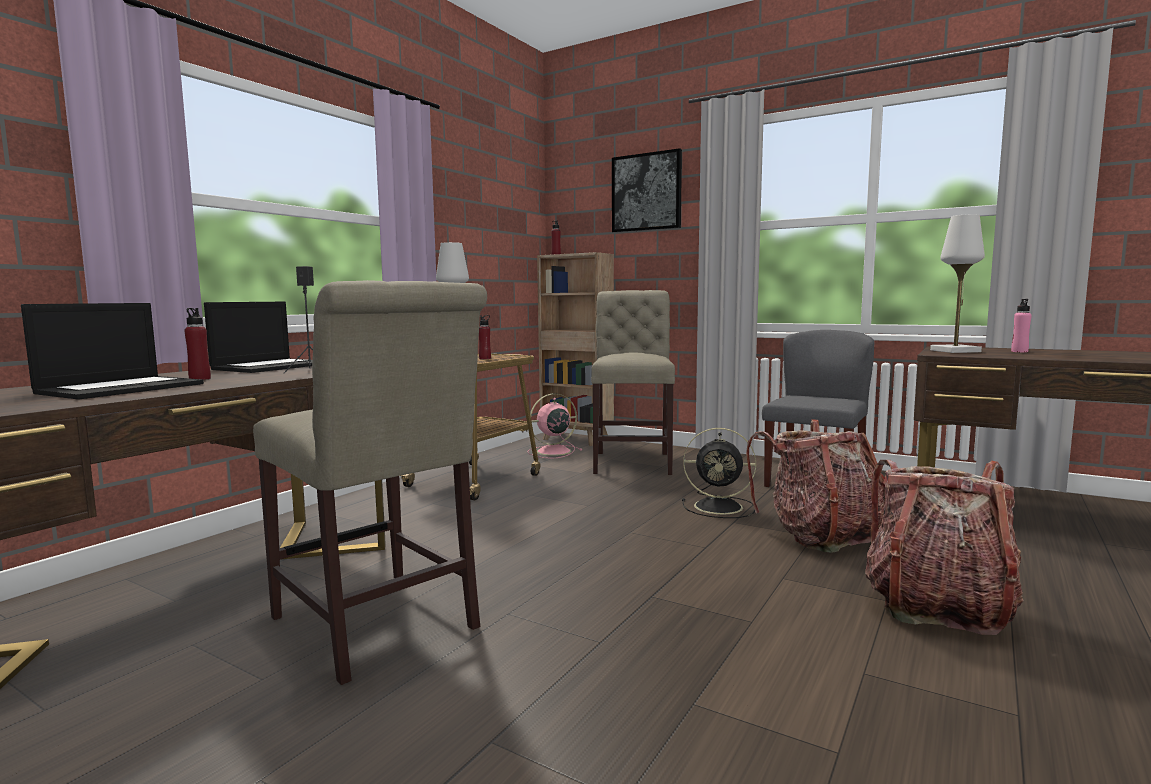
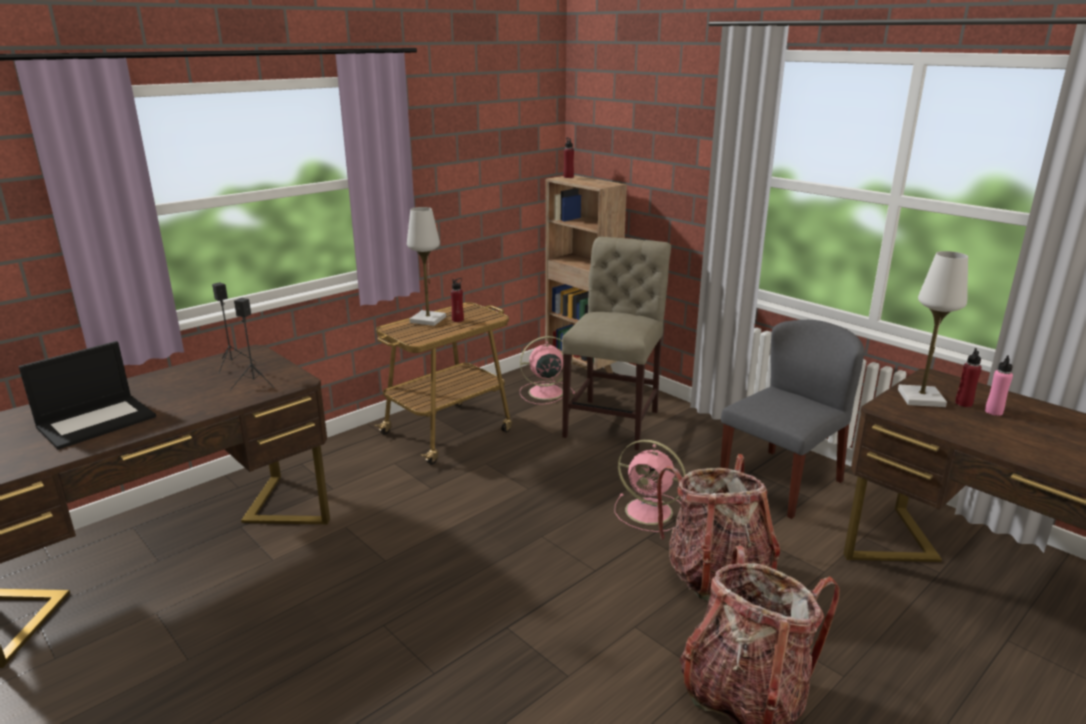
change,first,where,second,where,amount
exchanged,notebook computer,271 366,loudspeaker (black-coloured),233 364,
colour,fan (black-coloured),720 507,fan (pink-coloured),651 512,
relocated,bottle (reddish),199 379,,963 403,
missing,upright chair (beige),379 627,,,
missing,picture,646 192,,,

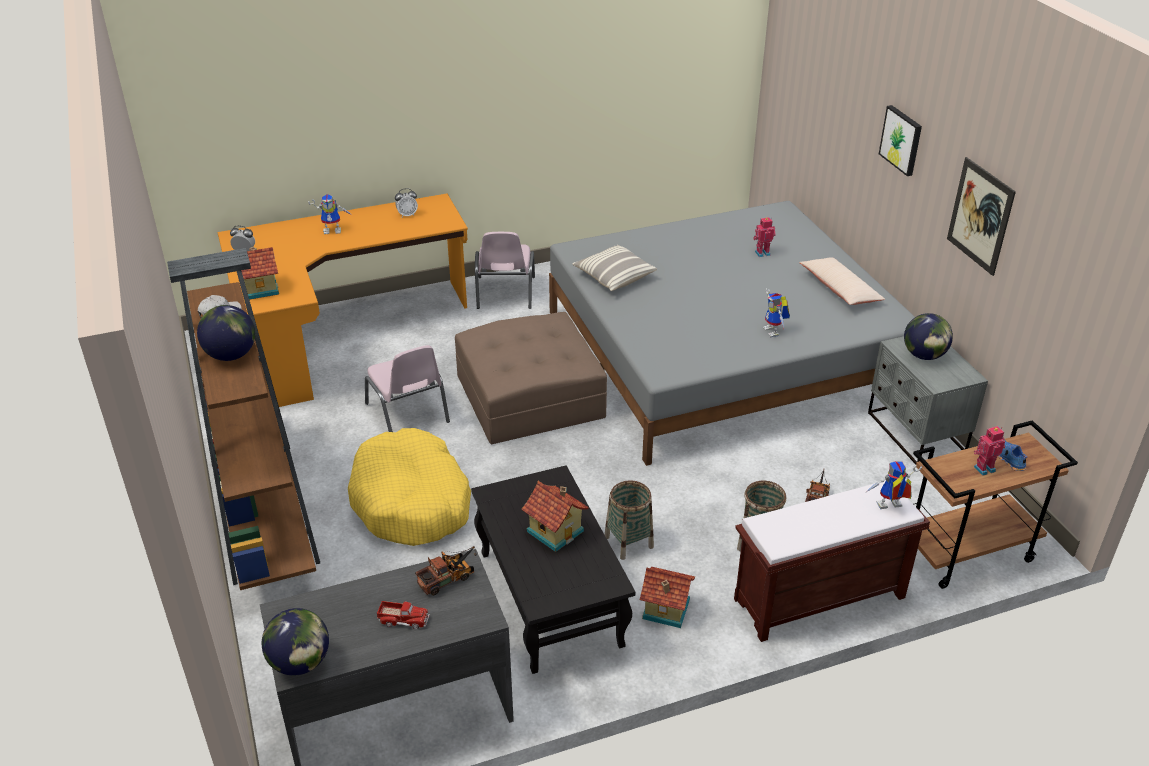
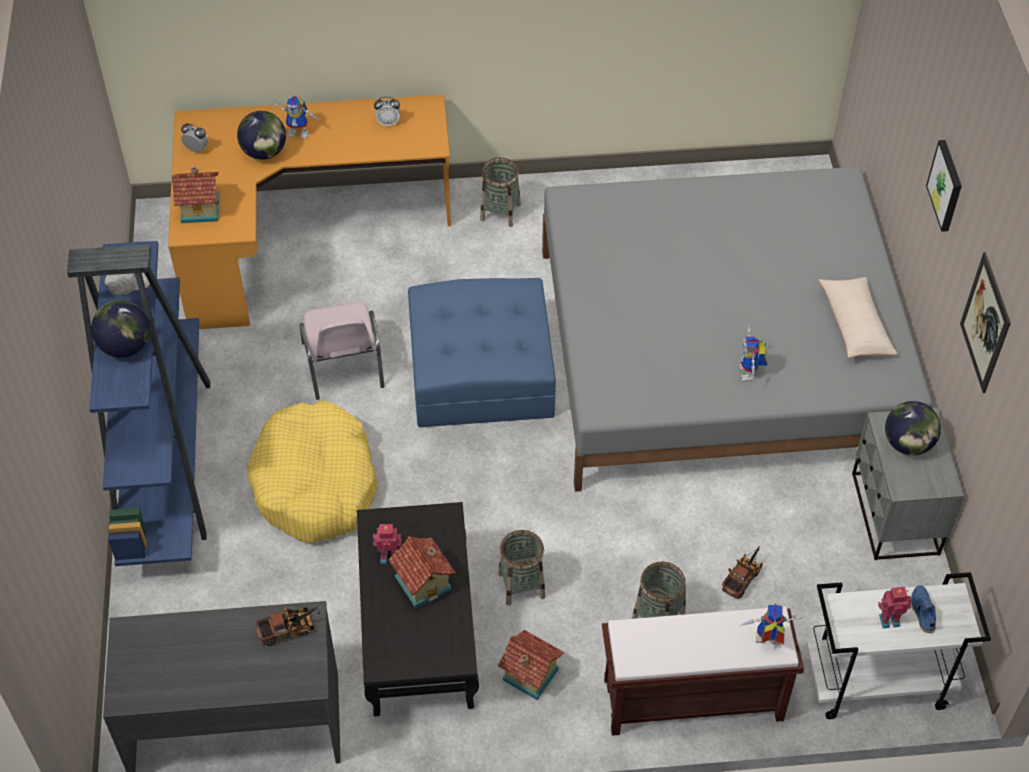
change,first,where,second,where,amount
colour,bookshelf (brown),262 508,bookshelf (blue),165 458,
relocated,globe,300 662,,264 152,
relocated,toy robot,762 253,,389 556,
colour,footrest (brown),530 397,footrest (blue),481 371,
exchanged,upright chair (pink-coloured),505 293,storage basket,500 212,
colour,trolley (brown),966 553,trolley (white),876 683,
missing,toy lorry,403 619,,,
missing,throw pillow,614 277,,,

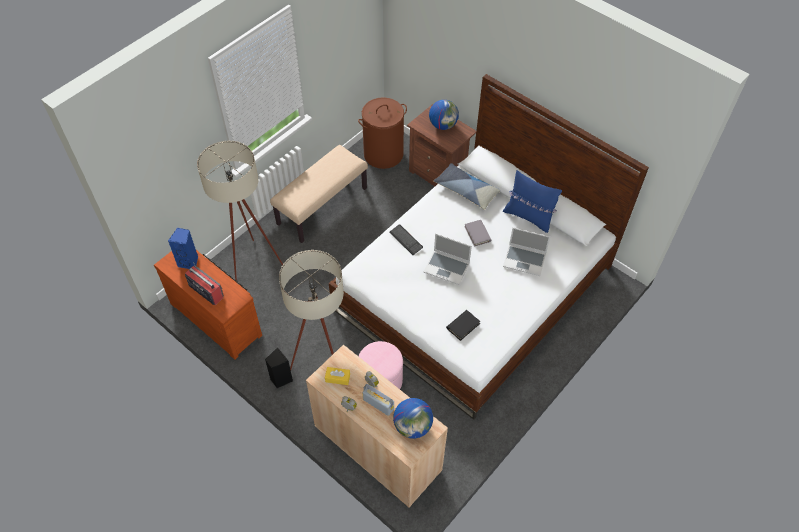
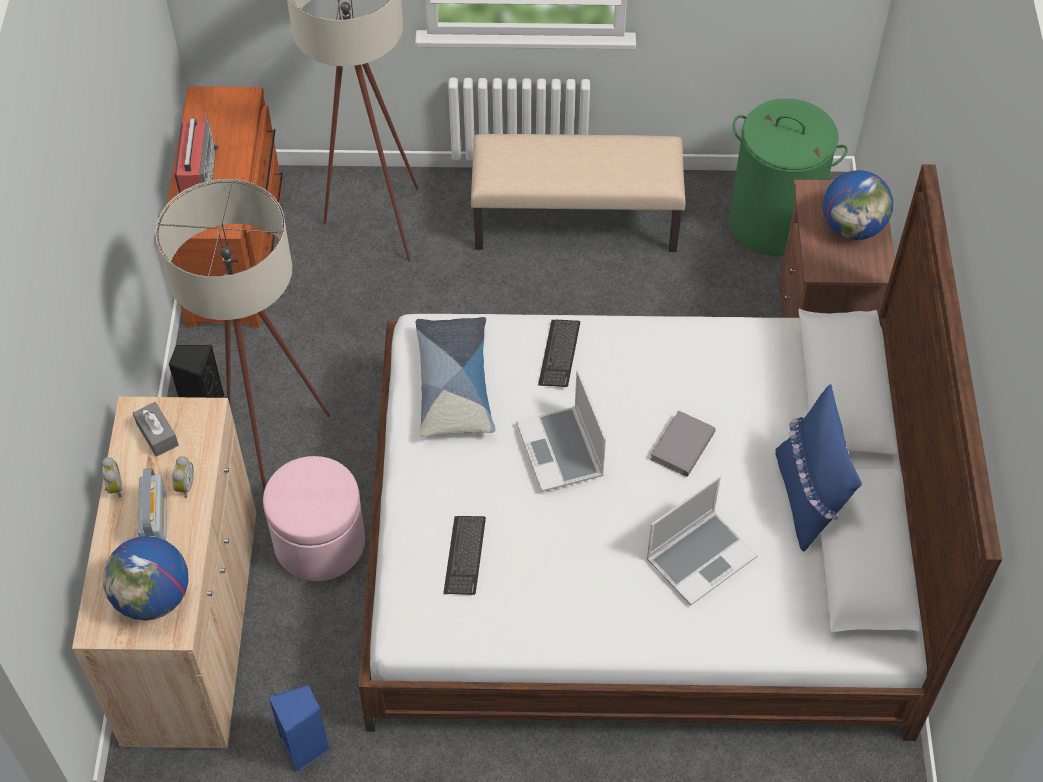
change,first,where,second,where,amount
colour,tissue box (yellow-coloured),337 378,tissue box (greyish),157 434,
relocated,loudspeaker (blue),189 262,,306 747,
relocated,throw pillow,466 190,,455 384,
exchanged,bound book (black-coloured),463 326,computer keyboard,464 556,
spun,notebook computer,525 260,,701 557,105 degrees counterclockwise
colour,washing basket (brown),383 154,washing basket (green-coloured),773 223,

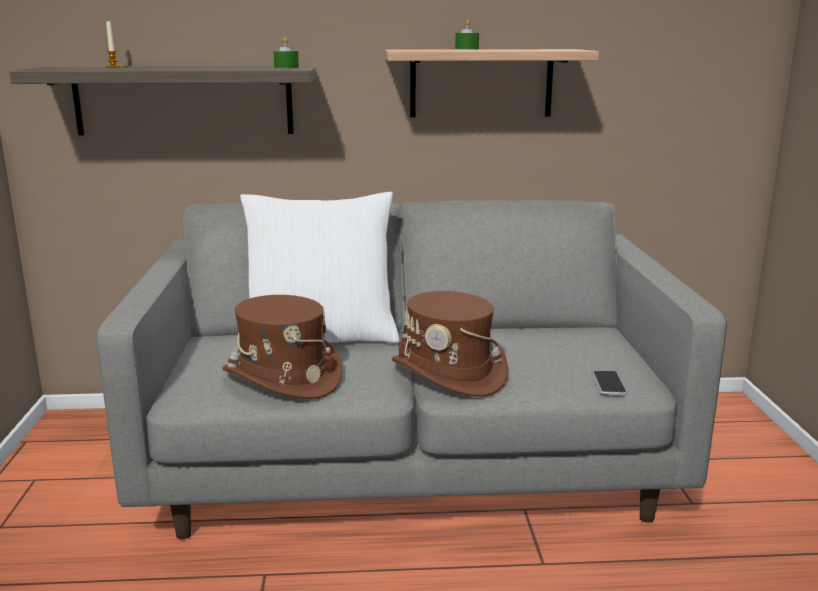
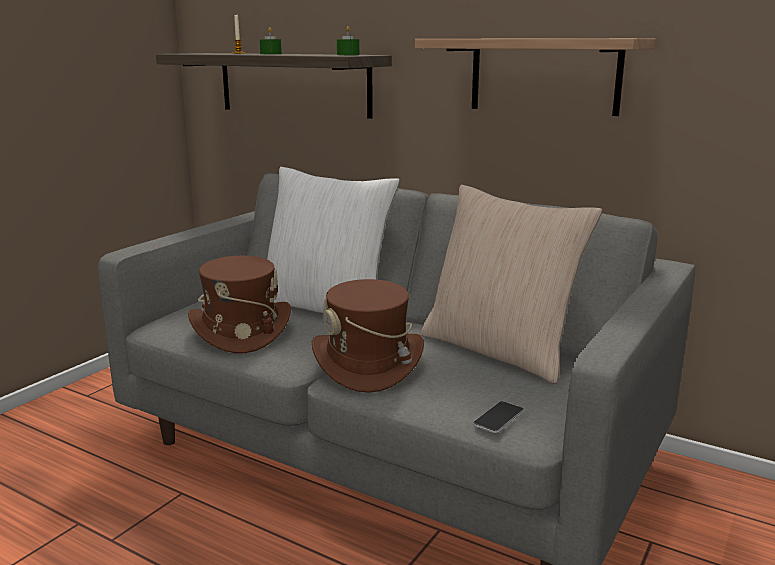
change,first,where,second,where,amount
relocated,wax light (green-coloured),466 49,,271 54,
appeared,,,throw pillow (beige),500 350,

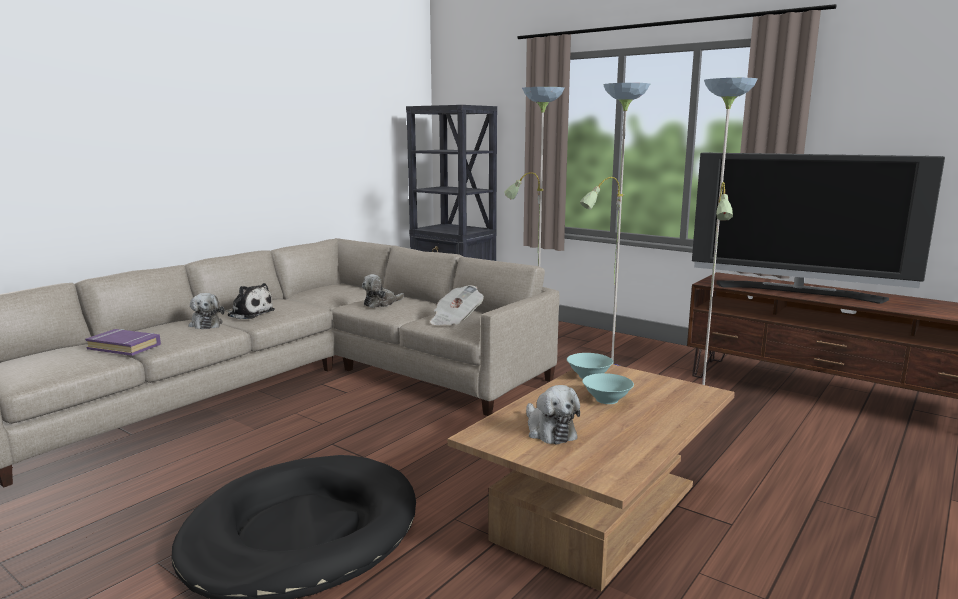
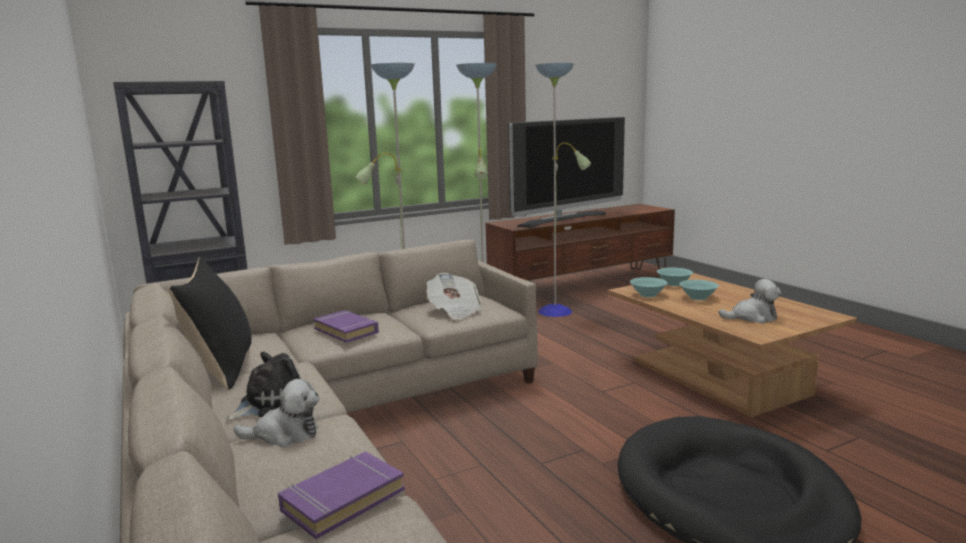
change,first,where,second,where,amount
appeared,,,throw pillow (black-coloured),222 367,
exchanged,soft toy,381 303,bound book (purplish),346 331,
appeared,,,serving bowl (blue-green),674 284,

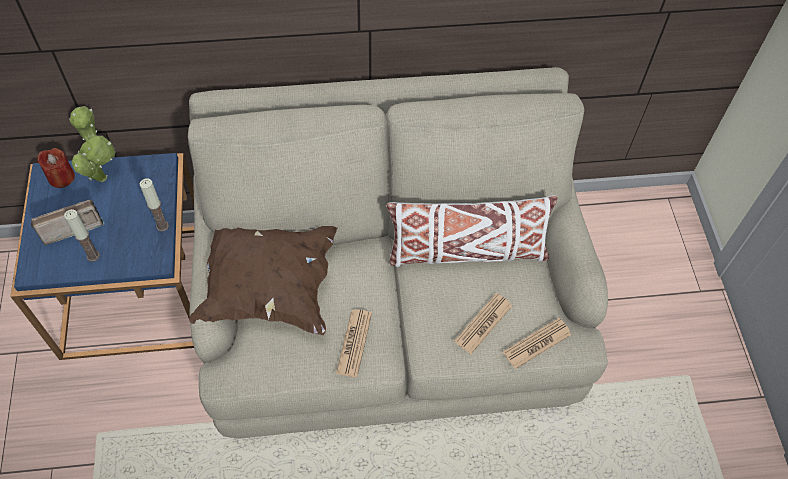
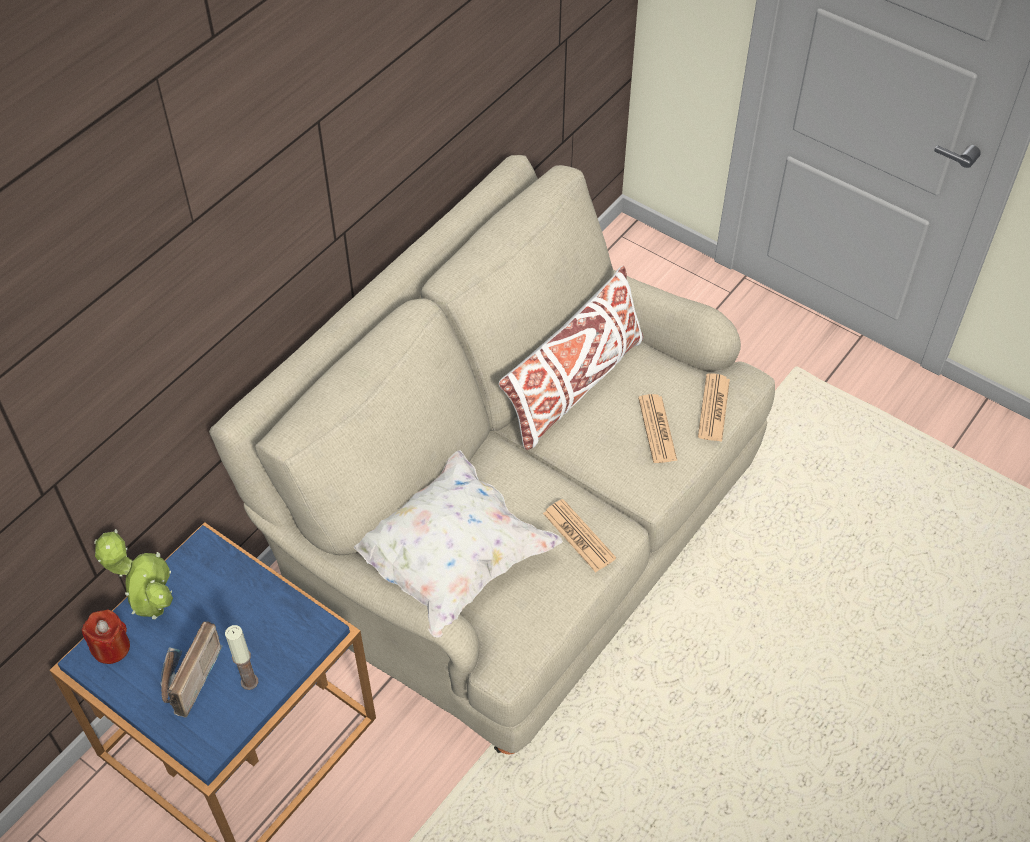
change,first,where,second,where,amount
colour,throw pillow (brown),269 288,throw pillow (white),449 560,
missing,wax light,162 226,,,

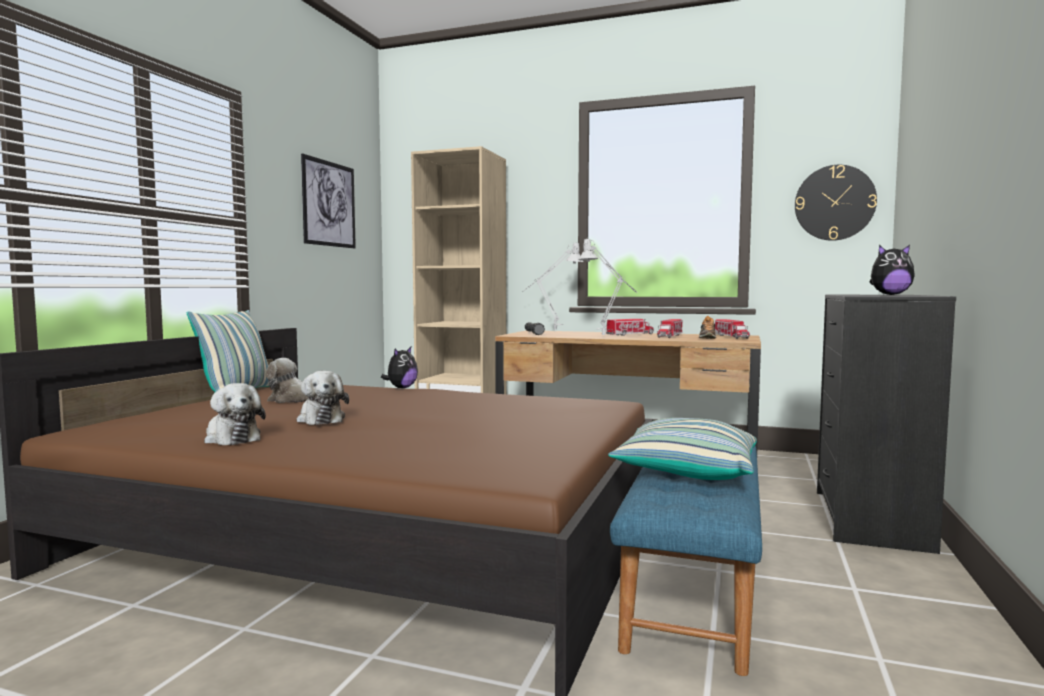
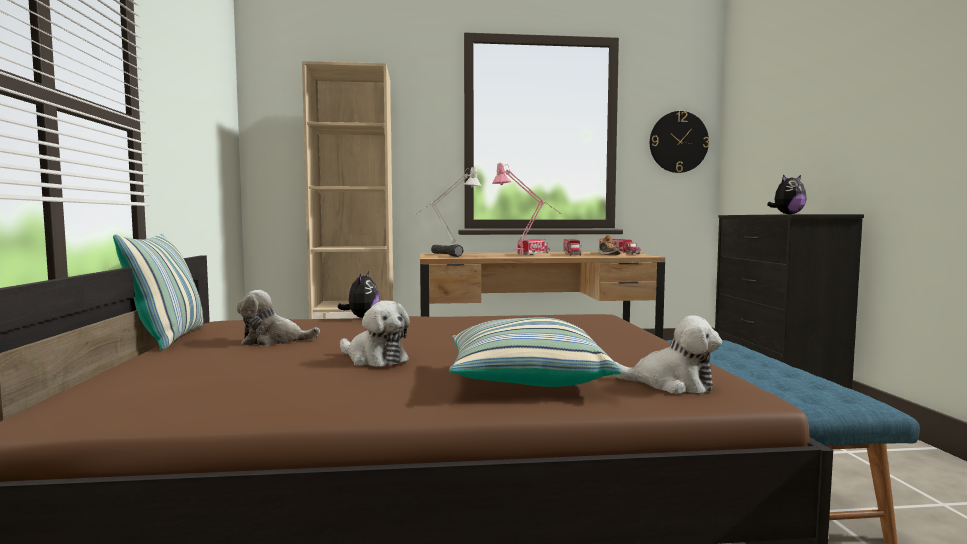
change,first,where,second,where,amount
relocated,throw pillow,686 472,,525 381,
colour,tabletop lamp (greyish),607 337,tabletop lamp (pink-coloured),526 256,
relocated,soft toy,231 438,,670 384,
missing,picture,329 204,,,

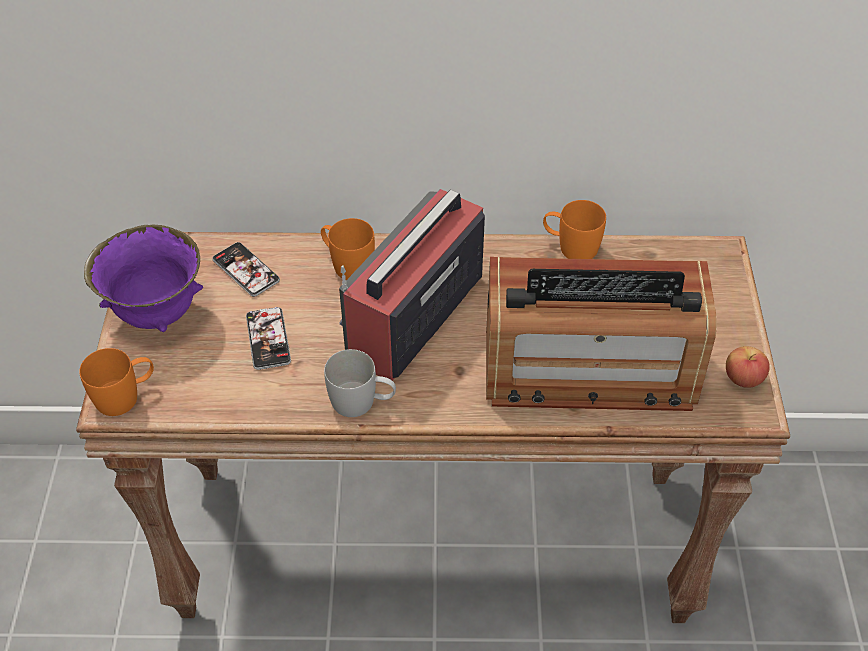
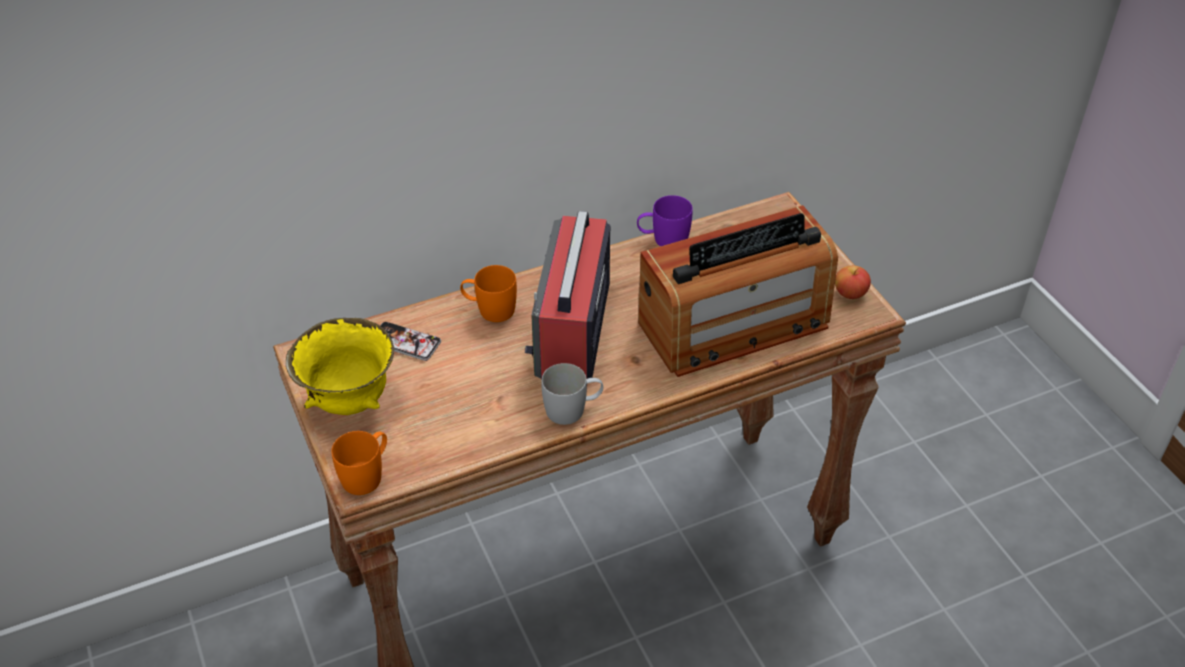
change,first,where,second,where,amount
colour,serving bowl (purplish),157 313,serving bowl (yellow-coloured),349 401,
colour,coffee mug (orange-coloured),570 246,coffee mug (purplish),663 239,
missing,phone,268 339,,,

